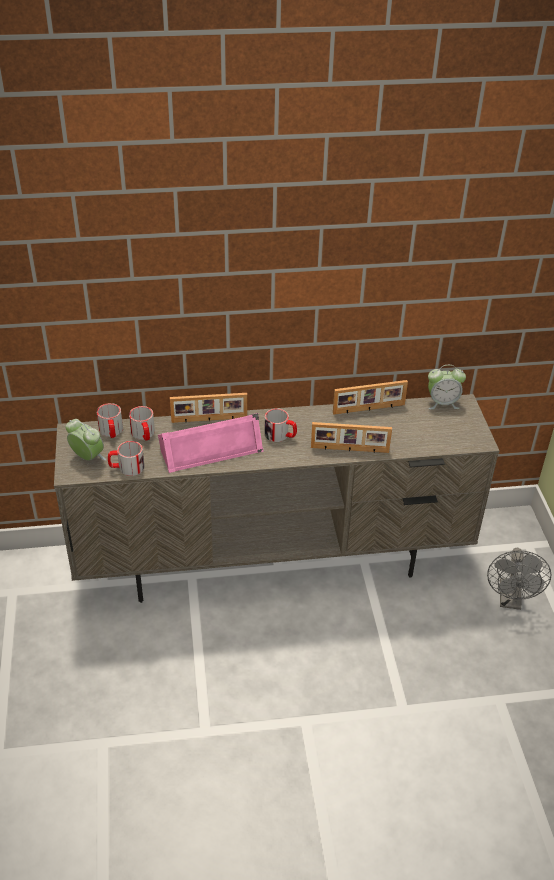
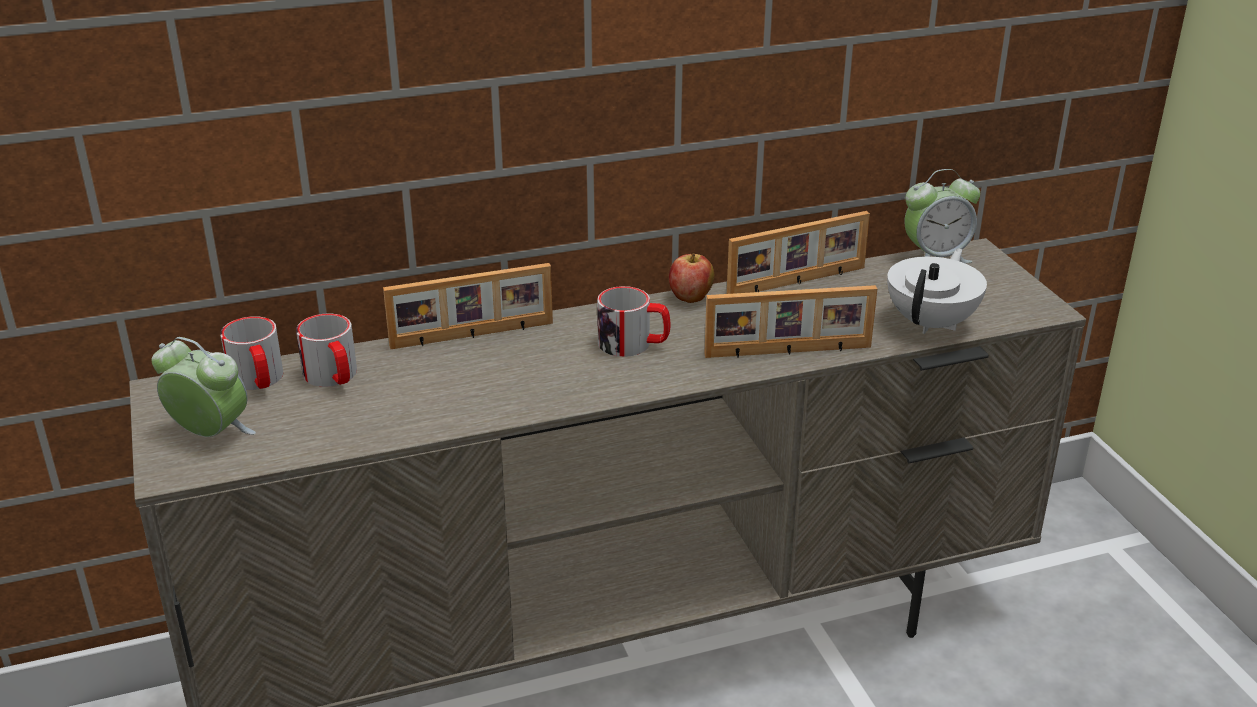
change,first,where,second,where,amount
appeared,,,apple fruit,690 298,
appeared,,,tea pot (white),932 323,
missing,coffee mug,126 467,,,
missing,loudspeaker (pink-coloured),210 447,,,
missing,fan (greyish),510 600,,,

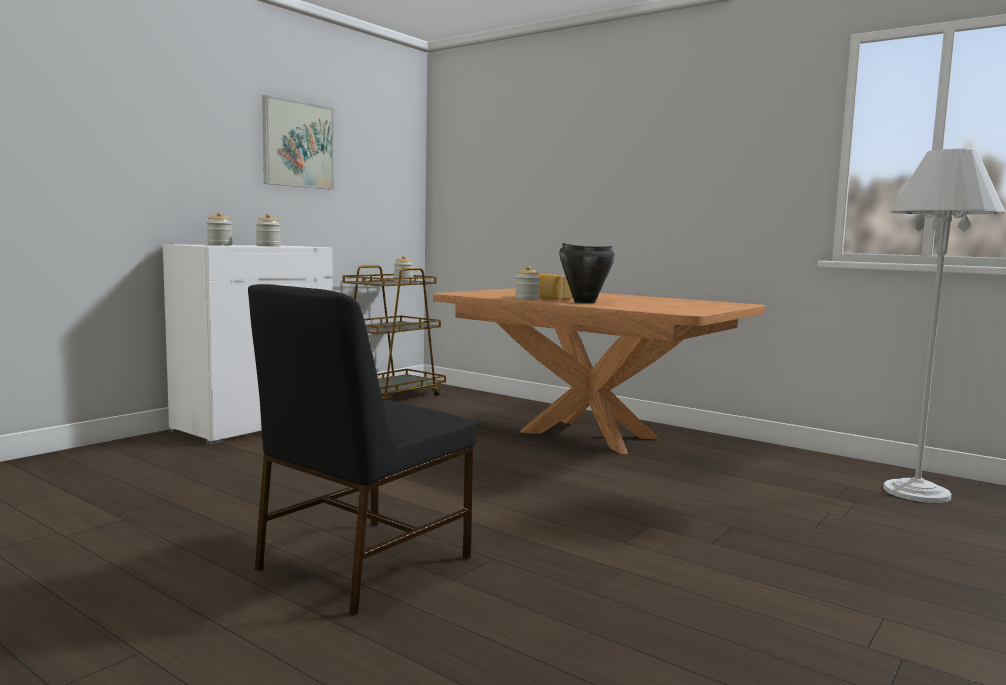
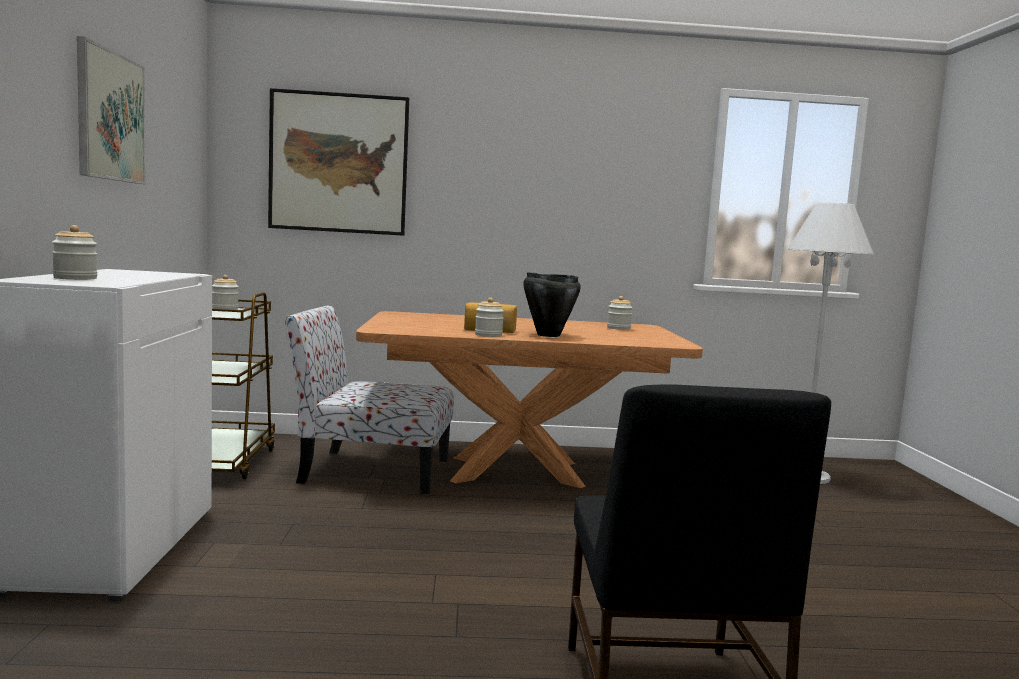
change,first,where,second,where,amount
appeared,,,picture,339 163,
appeared,,,upright chair,371 471,
relocated,storage jar,268 246,,618 328,

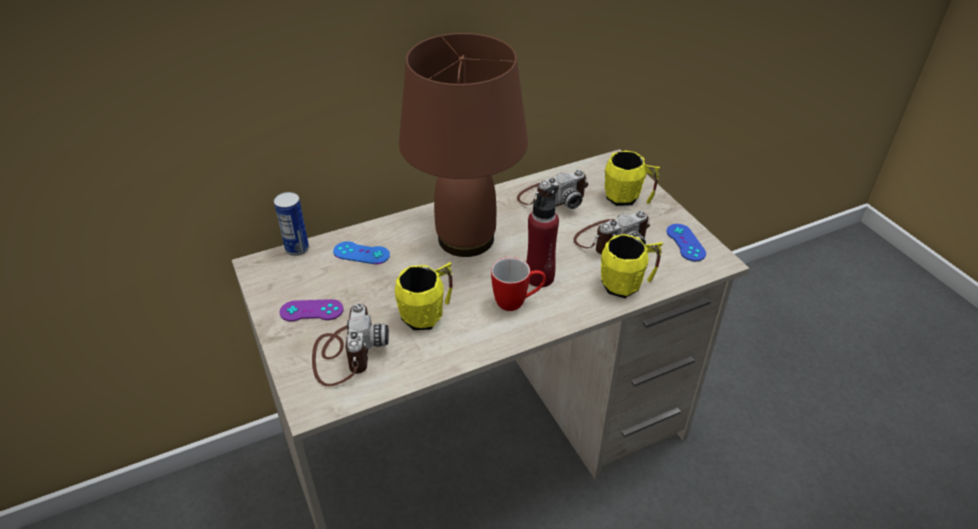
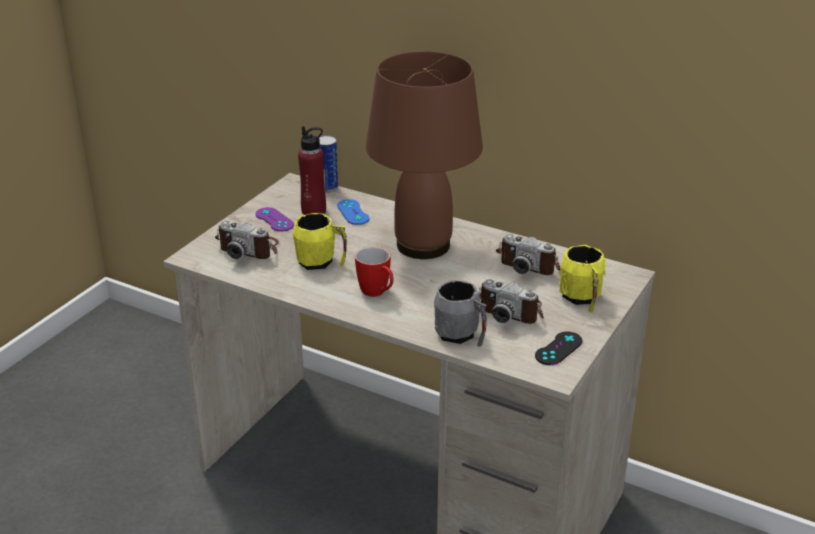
change,first,where,second,where,amount
spun,still camera,346 353,,249 248,60 degrees clockwise
relocated,bottle (reddish),540 277,,314 211,
colour,coffee mug (yellow-coloured),627 284,coffee mug (greyish),461 336,
colour,gamepad (blue),685 242,gamepad (black-coloured),558 348,

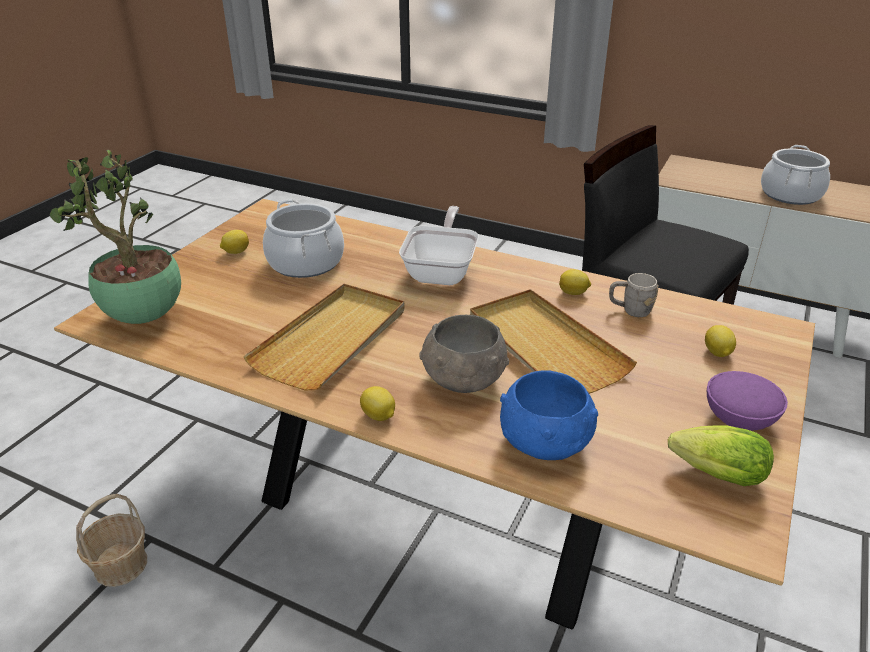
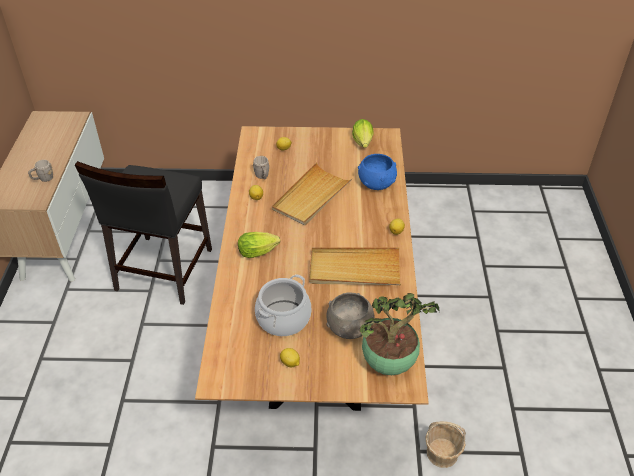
change,first,where,second,where,amount
appeared,,,coffee mug (greyish),43 179,
exchanged,frying pan,442 271,lettuce head,260 252,
relocated,serving bowl (greyish),463 380,,350 327,
missing,serving bowl (purplish),739 418,,,
missing,stockpot,790 194,,,

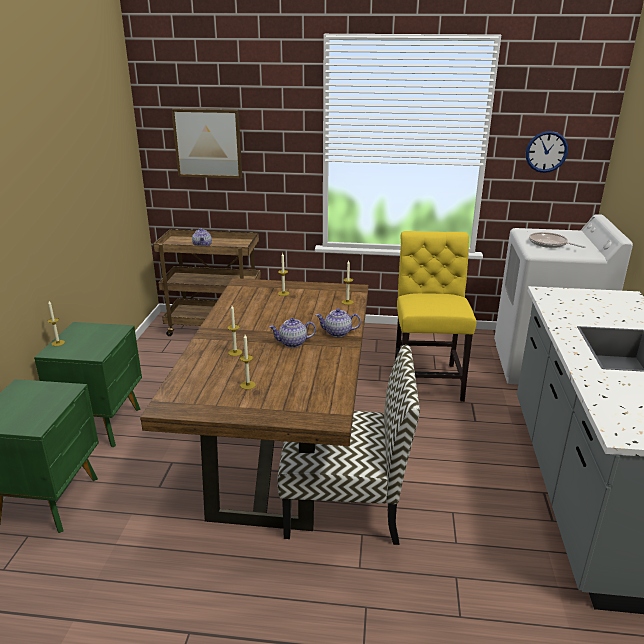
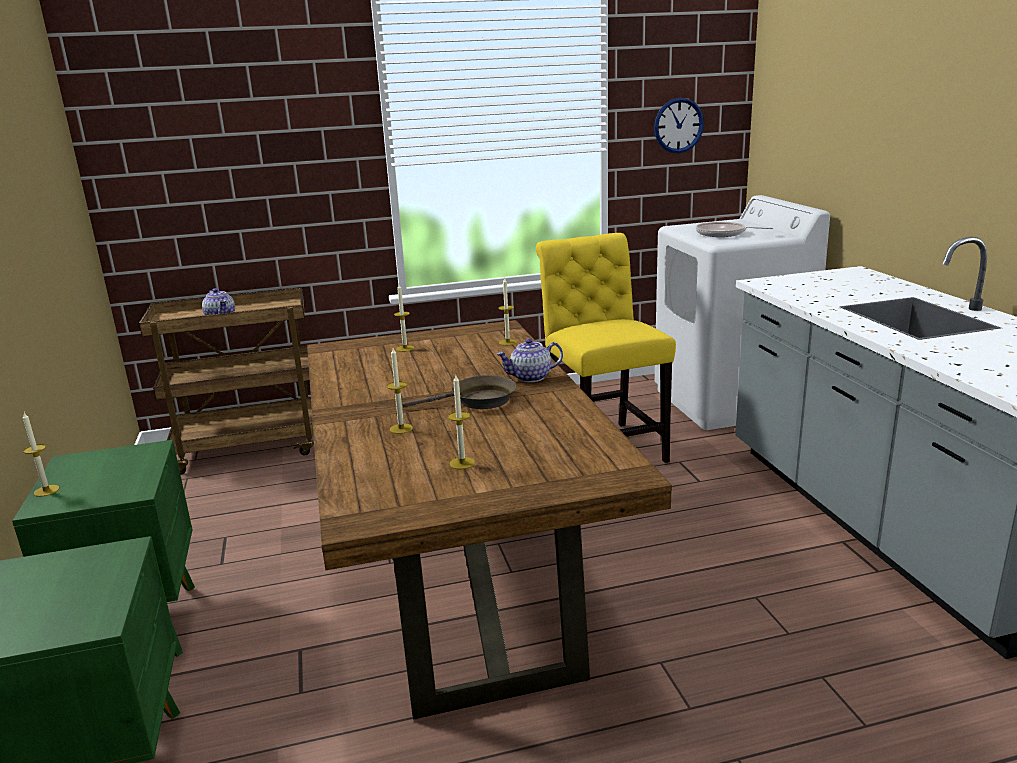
change,first,where,second,where,amount
exchanged,tea pot,292 343,frying pan (brown),478 401,
missing,picture,208 143,,,
missing,upright chair,345 504,,,

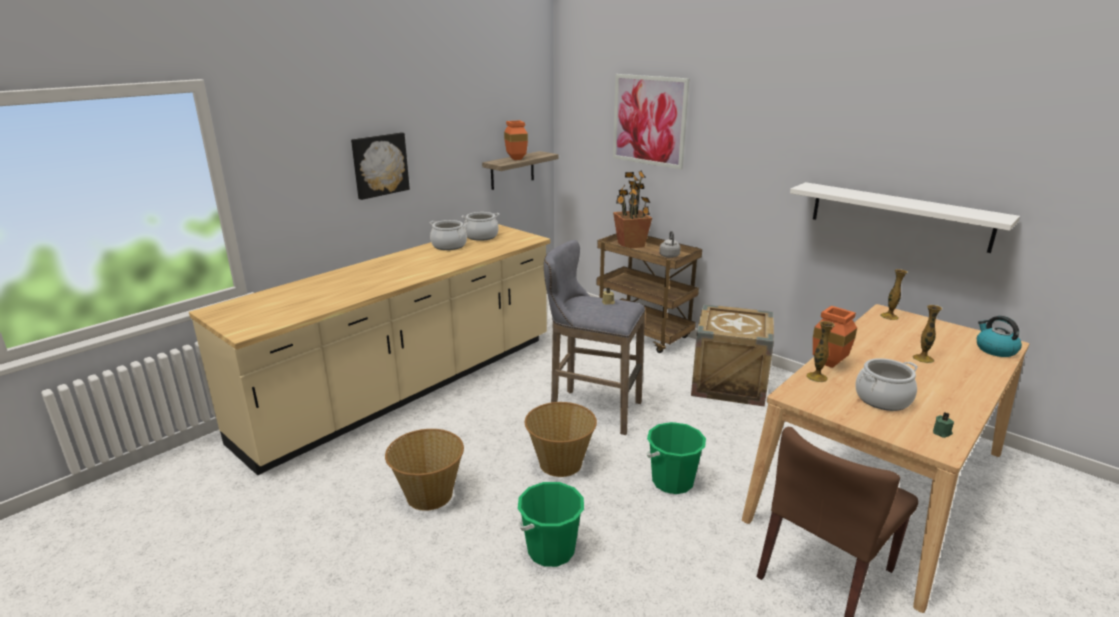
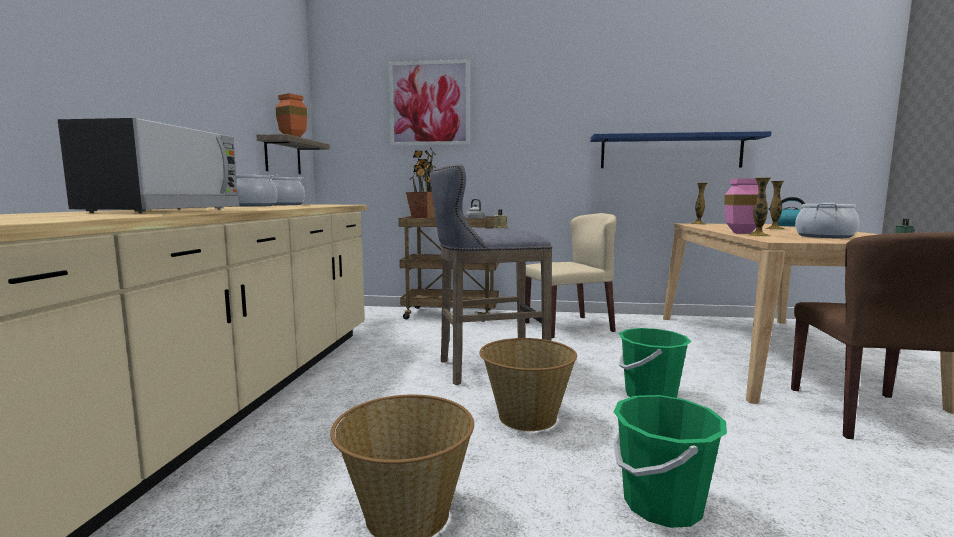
change,first,where,second,where,amount
appeared,,,kitchen microwave,165 211,
exchanged,packing crate,729 383,upright chair (beige),569 326,
colour,wall shelf (white),899 216,wall shelf (blue),670 152,
colour,flower vase (orange-coloured),831 364,flower vase (pink-coloured),743 233,
missing,picture,379 165,,,

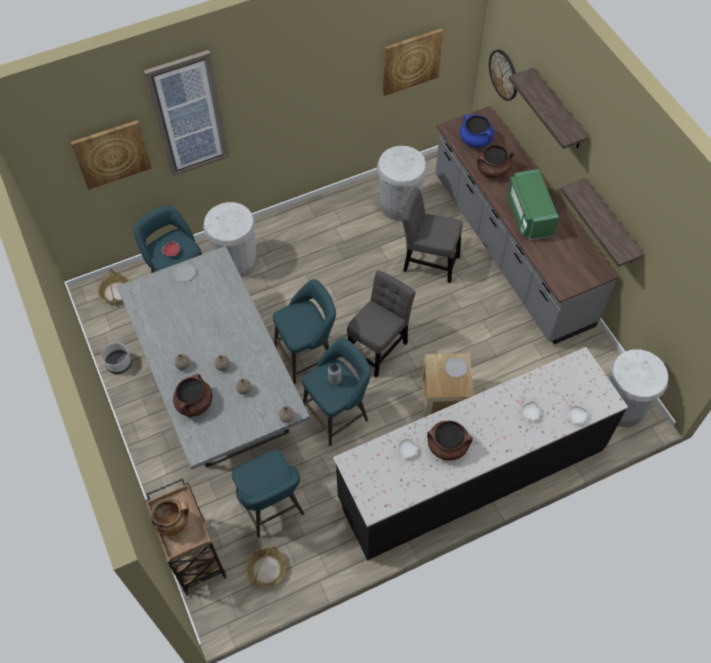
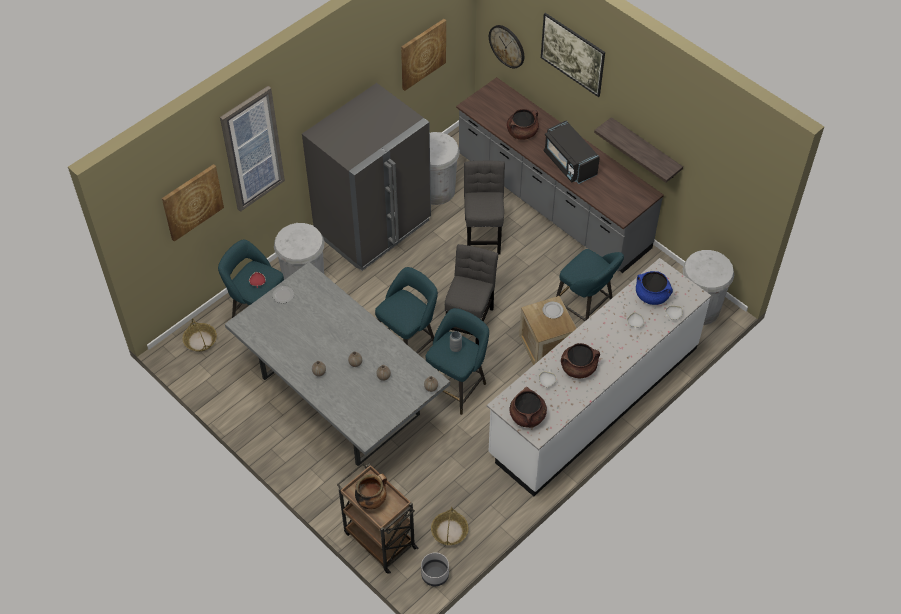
change,first,where,second,where,amount
appeared,,,kitchen fridge (greyish),373 227,
relocated,plant pot (greyish),119 364,,435 575,
spun,upright chair (greyish),428 262,,483 233,90 degrees clockwise
colour,counter (black-coloured),471 474,counter (white),594 400,
relocated,stockpot (brown),194 403,,527 416,
exchanged,wall shelf,558 110,picture,571 65,
colour,kitchen microwave (green-coloured),529 215,kitchen microwave (black-coloured),569 163,
relocated,sitting stool (blue-green),272 508,,585 309,
relocated,stockpot (blue),475 140,,652 296,

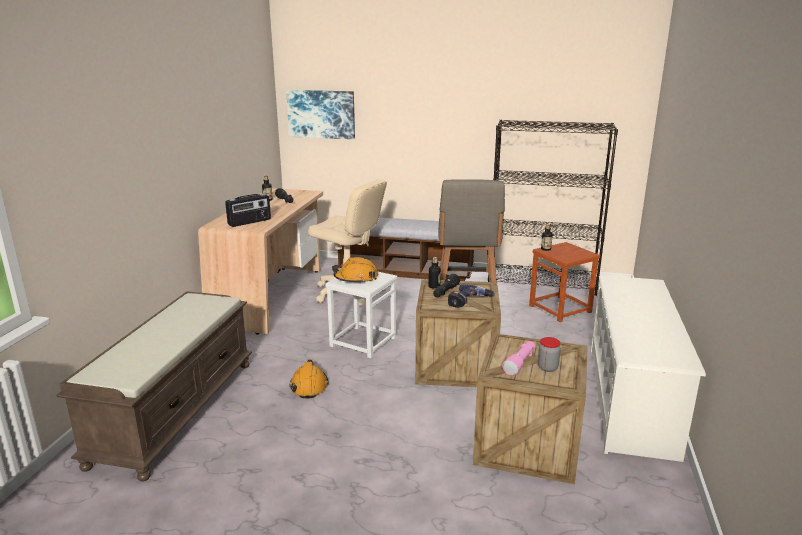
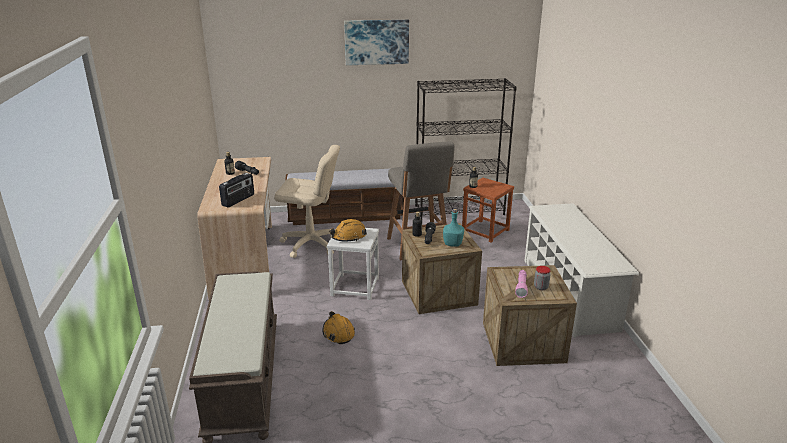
change,first,where,second,where,amount
relocated,picture,321 114,,376 42,
exchanged,drill,469 302,bottle (blue-green),453 244,

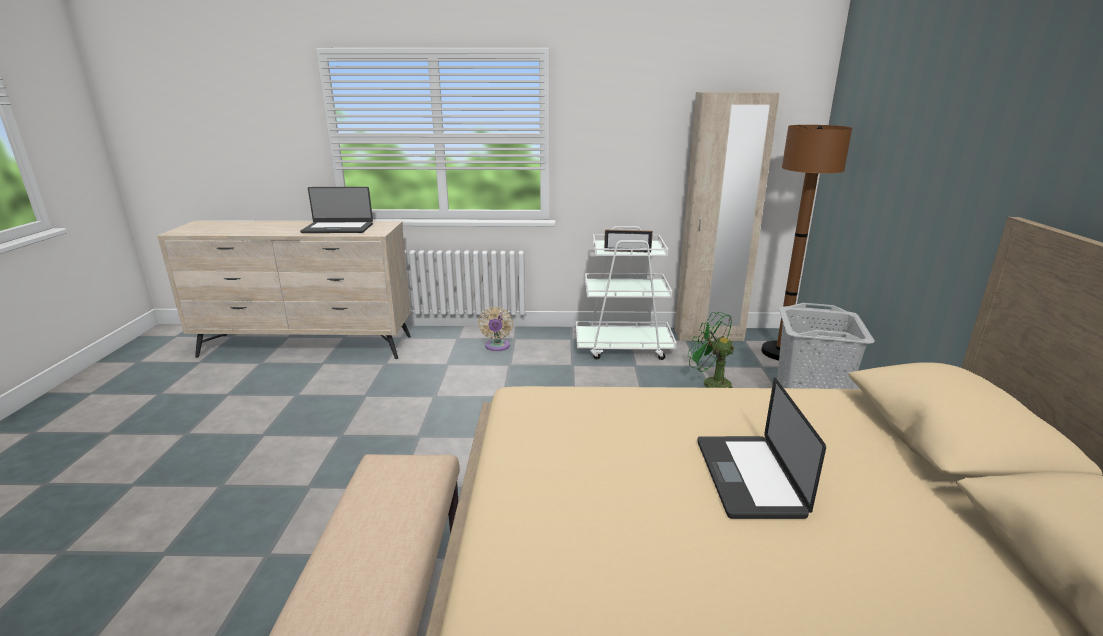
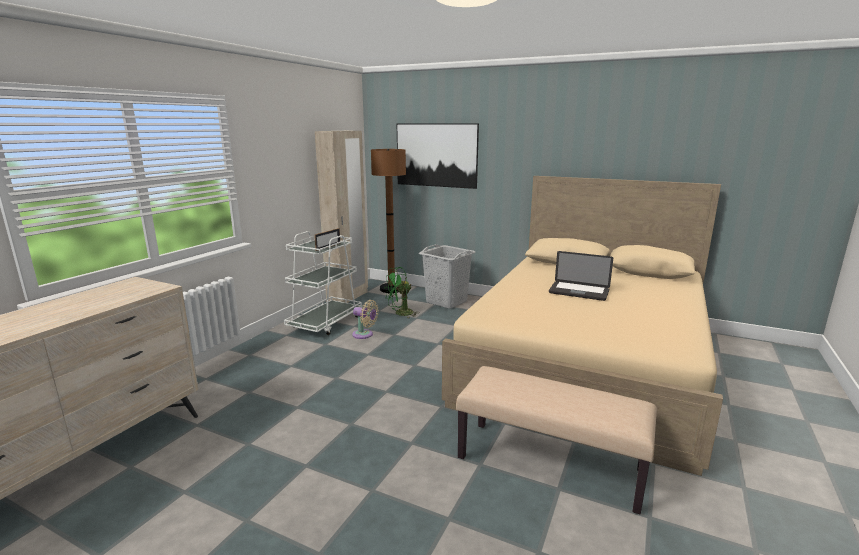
change,first,where,second,where,amount
relocated,fan (beige),497 347,,364 335,
appeared,,,picture,436 155,
missing,notebook computer,338 228,,,

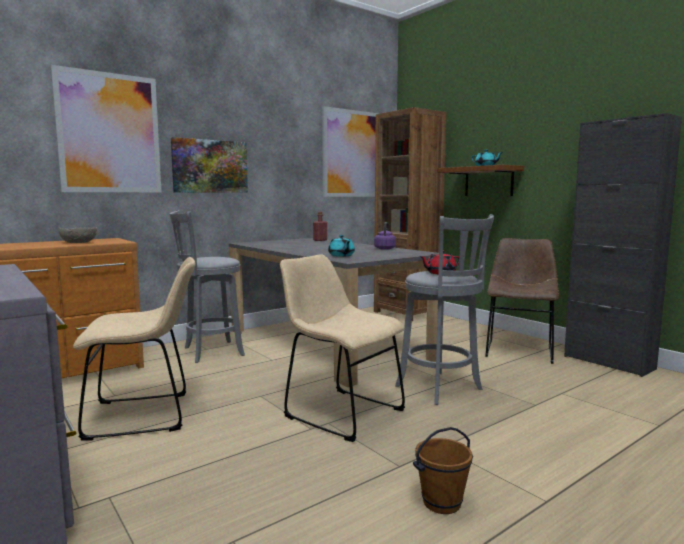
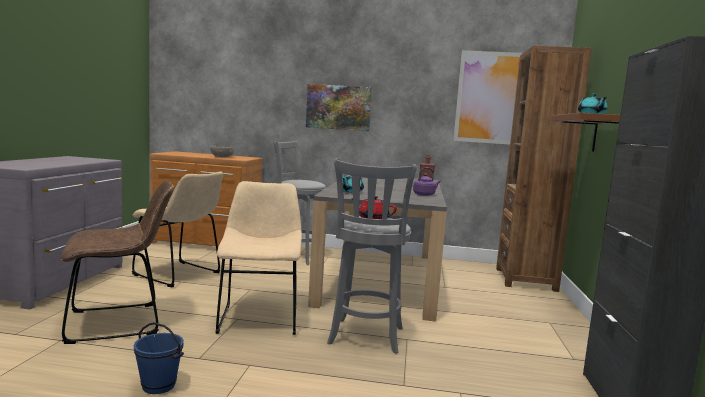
change,first,where,second,where,amount
relocated,upright chair (brown),519 350,,120 322,
colour,pail (brown),442 503,pail (blue),158 386,
missing,picture,109 133,,,

